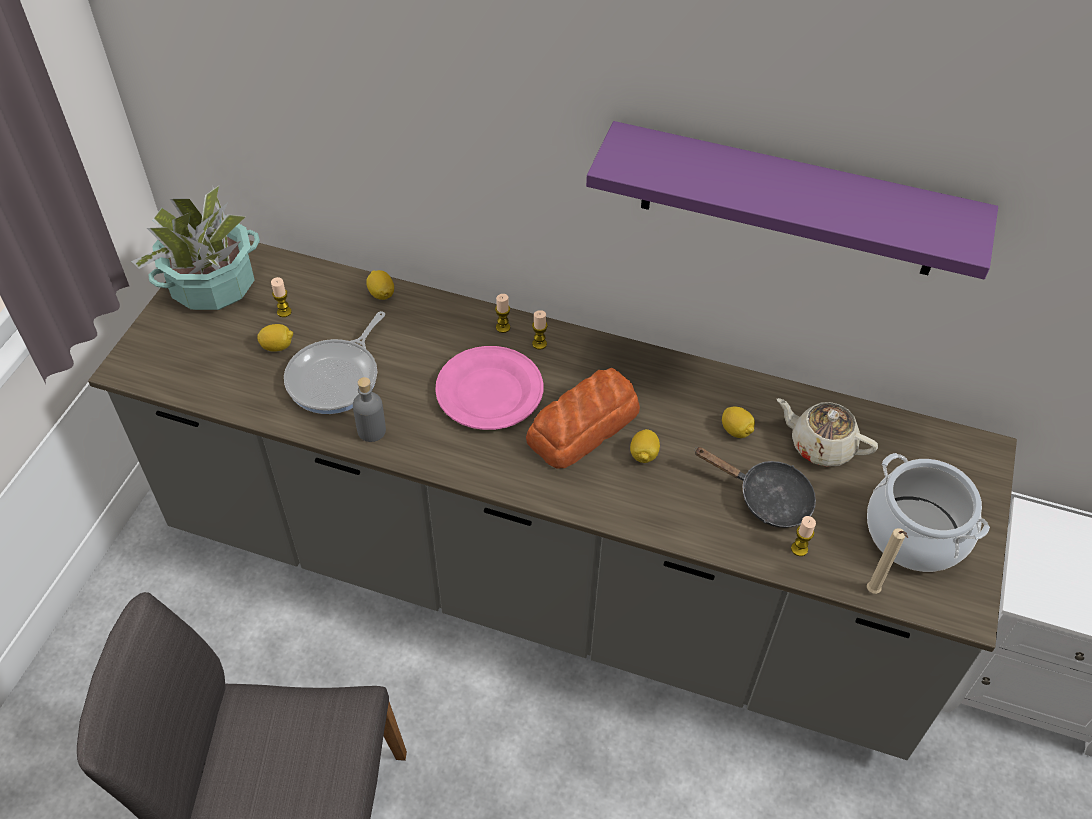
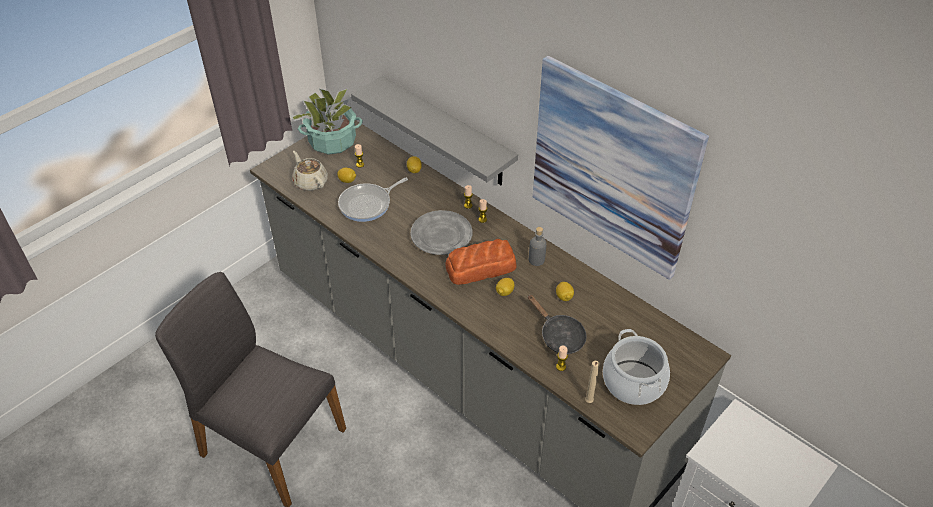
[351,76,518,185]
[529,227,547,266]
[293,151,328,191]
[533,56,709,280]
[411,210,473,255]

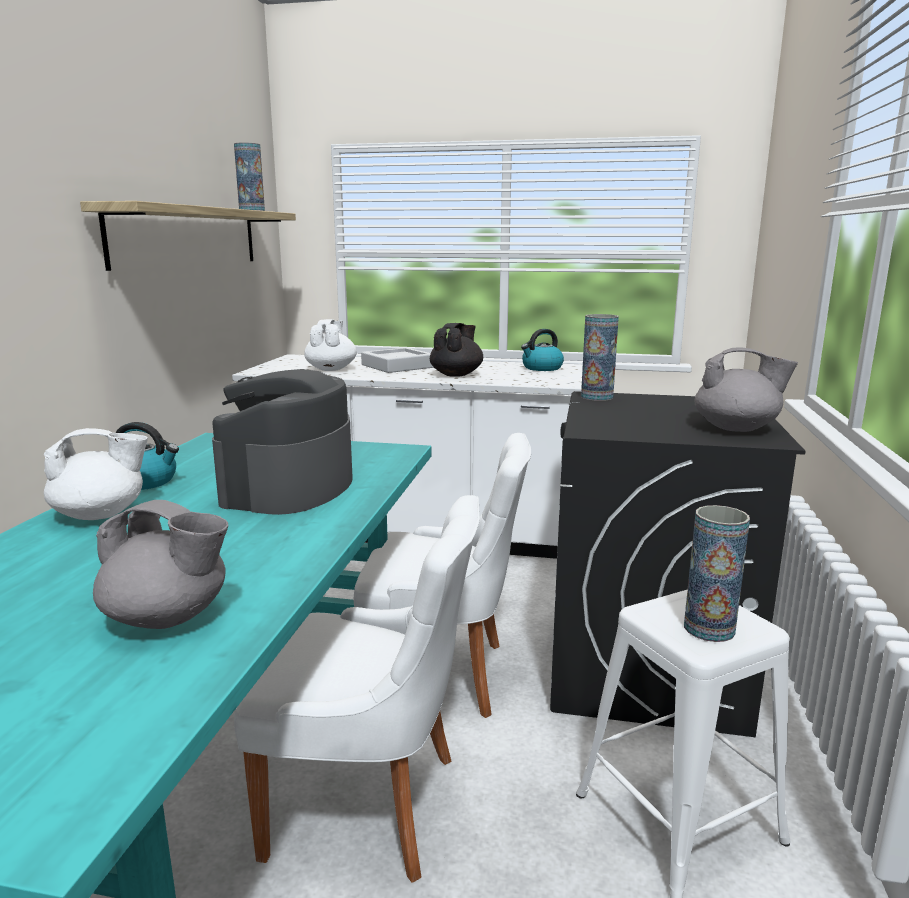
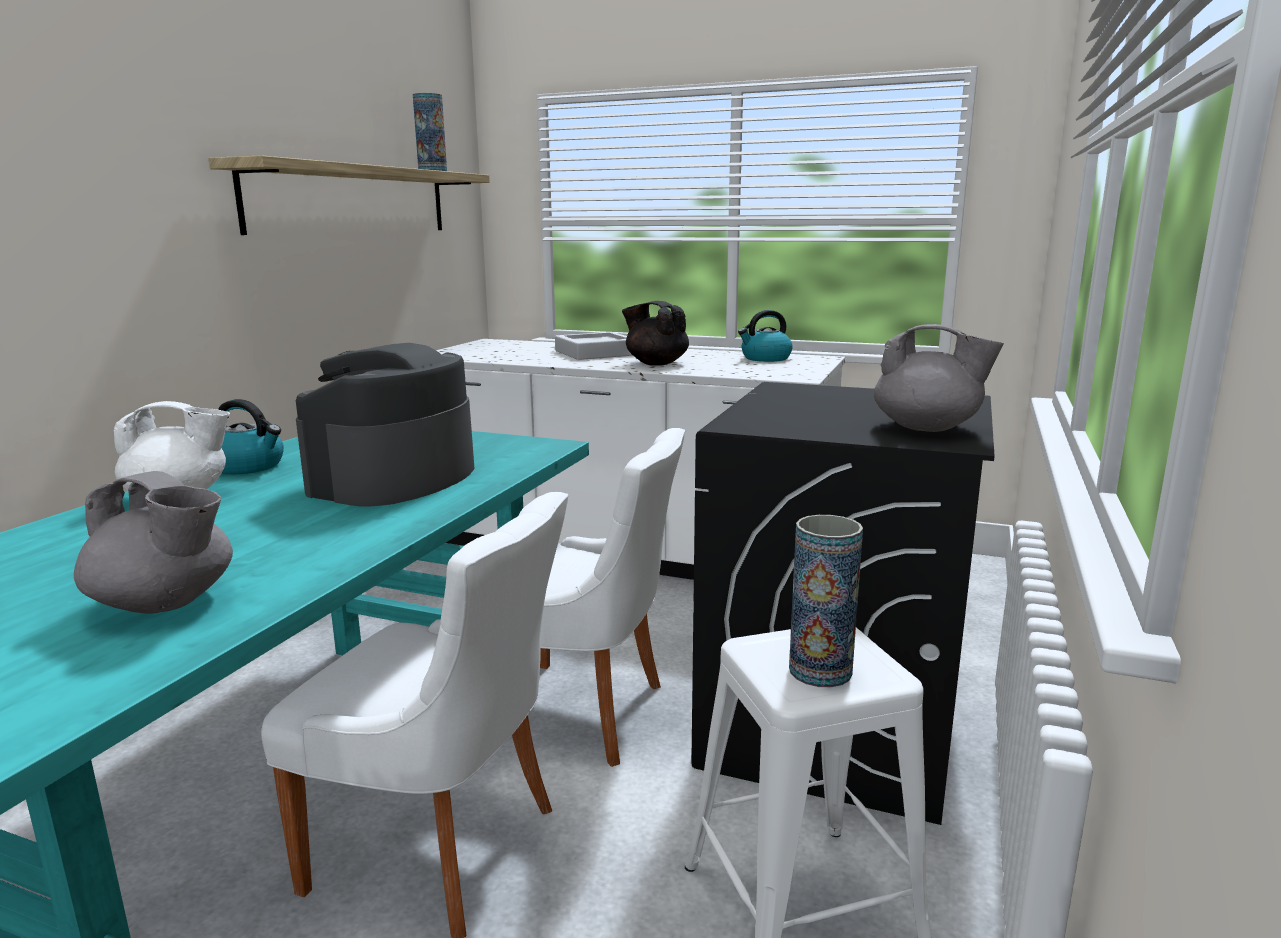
[304,319,357,371] (first image)
[581,314,619,401] (first image)
[622,301,689,366]

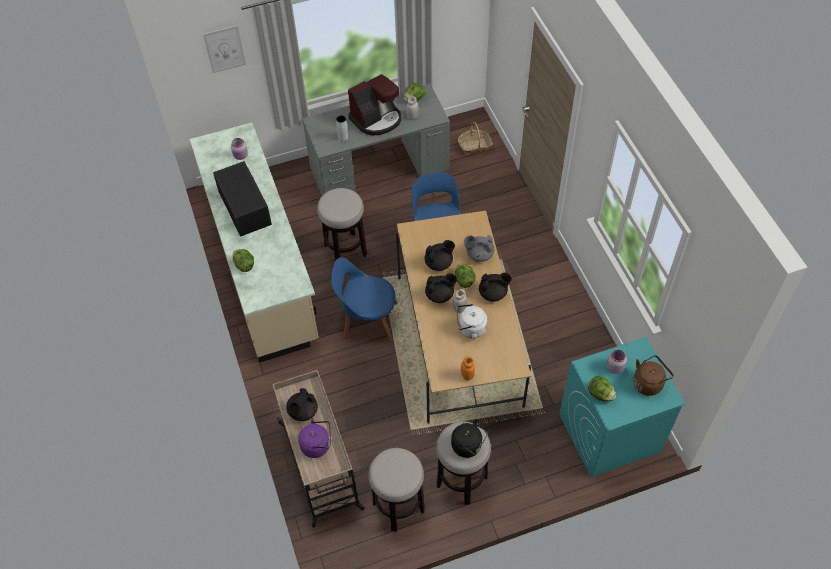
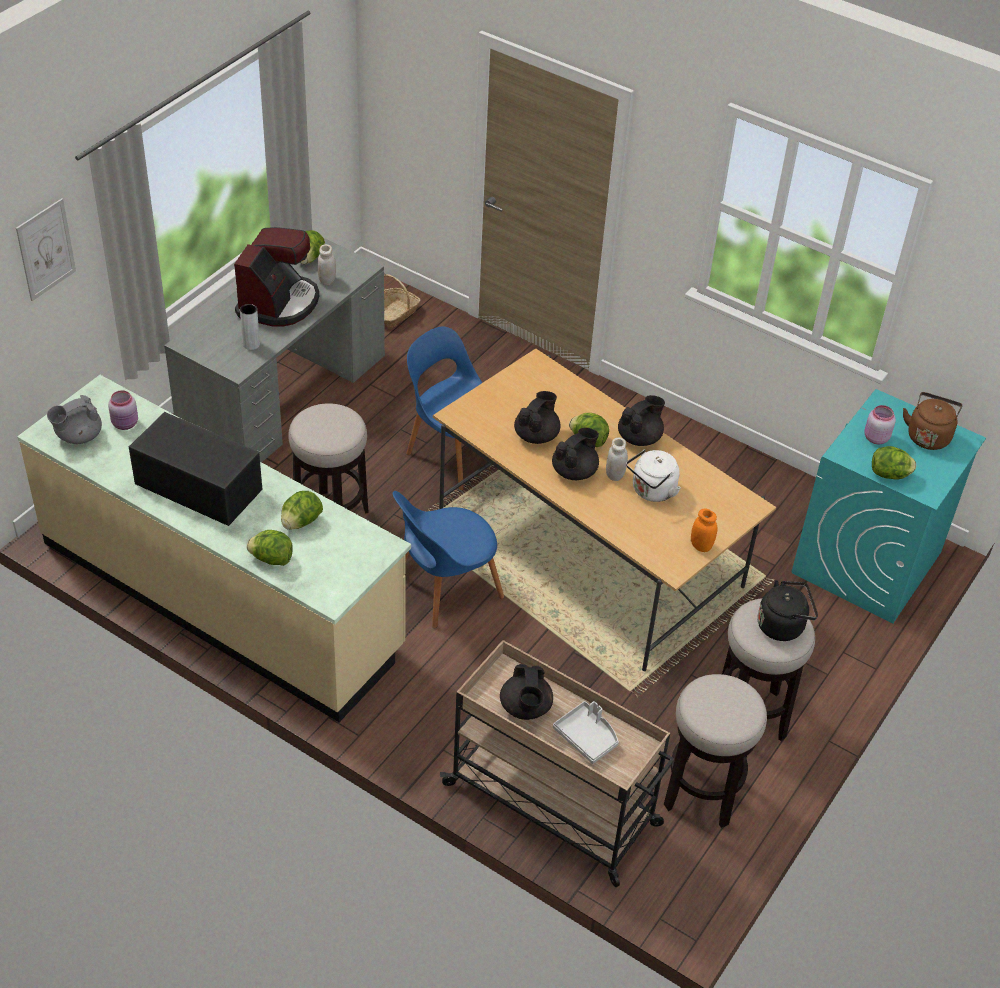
[281,491,323,530]
[47,395,102,444]
[553,701,619,764]

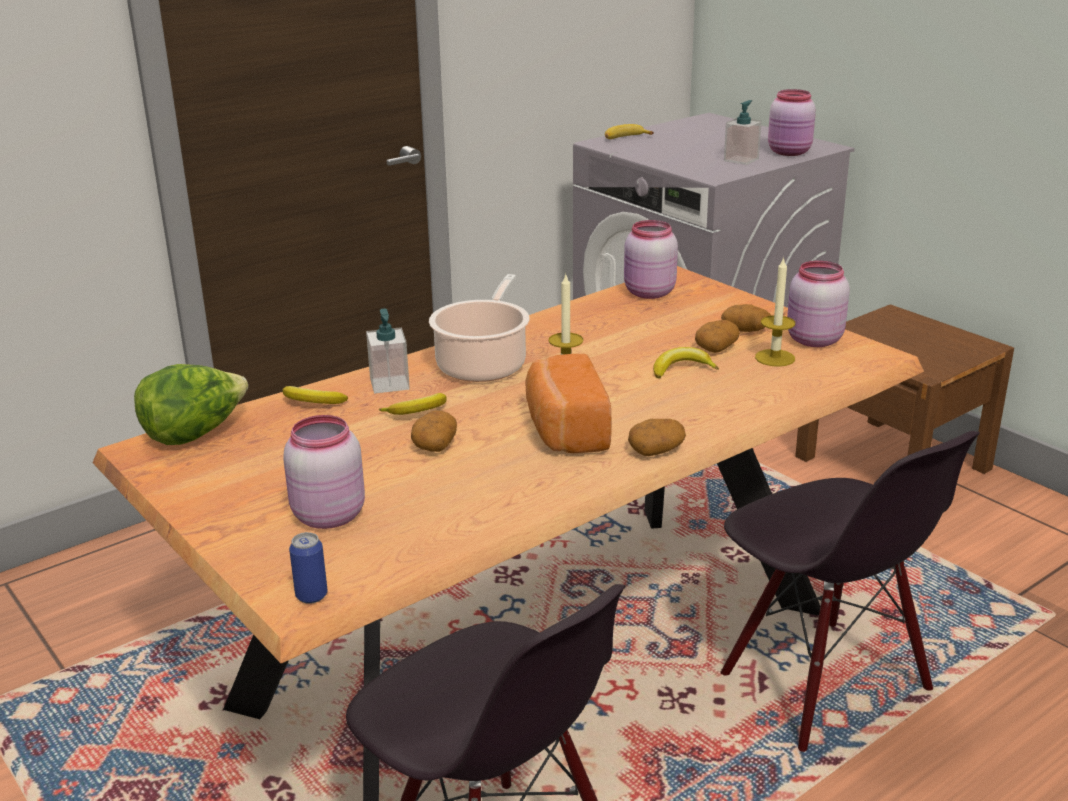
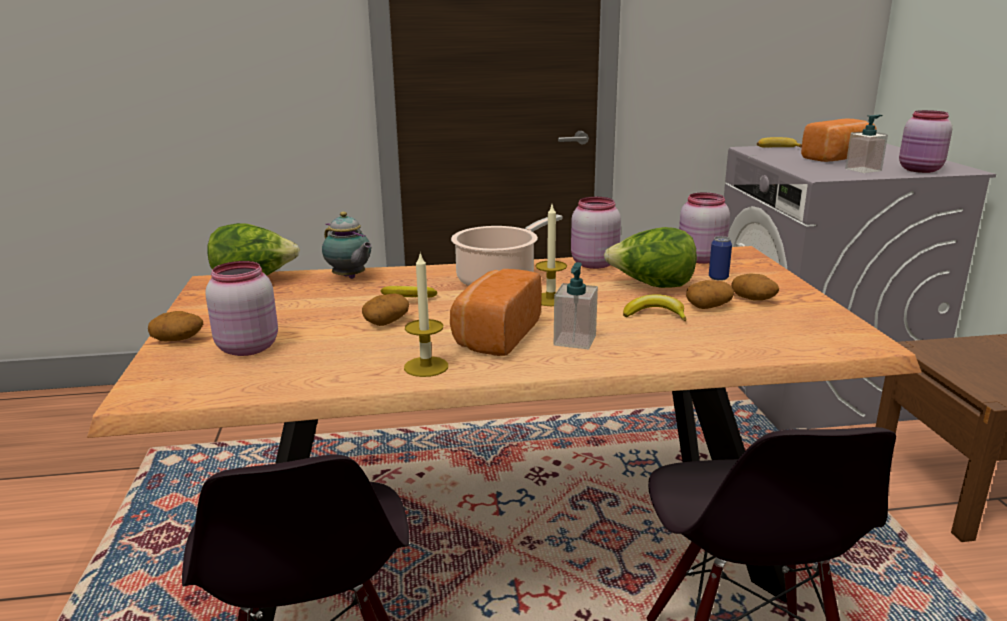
[604,227,697,288]
[801,118,877,162]
[709,236,732,281]
[554,262,598,349]
[148,311,203,341]
[404,252,448,377]
[571,197,621,269]
[322,211,372,279]

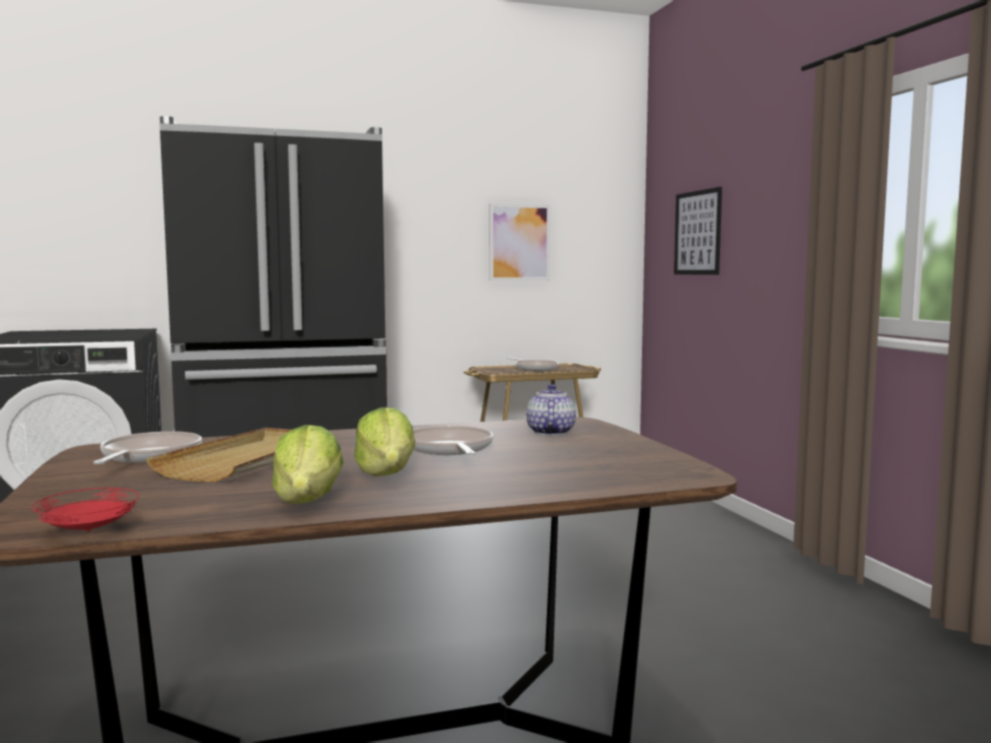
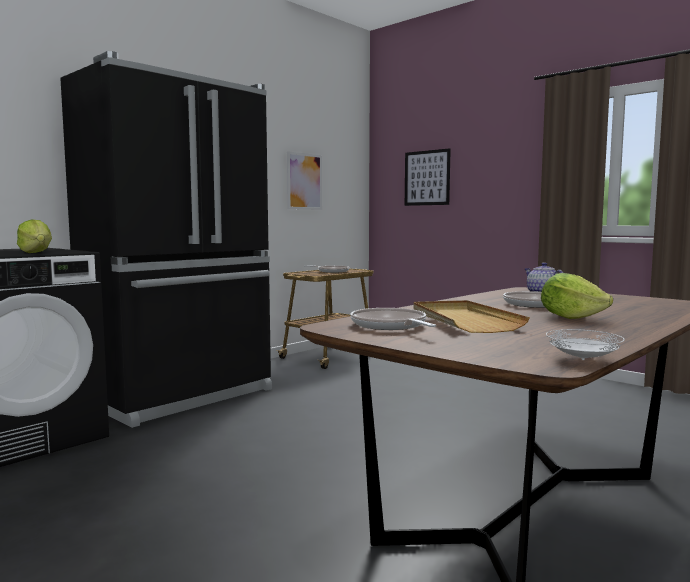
[17,219,52,253]
[546,329,625,360]

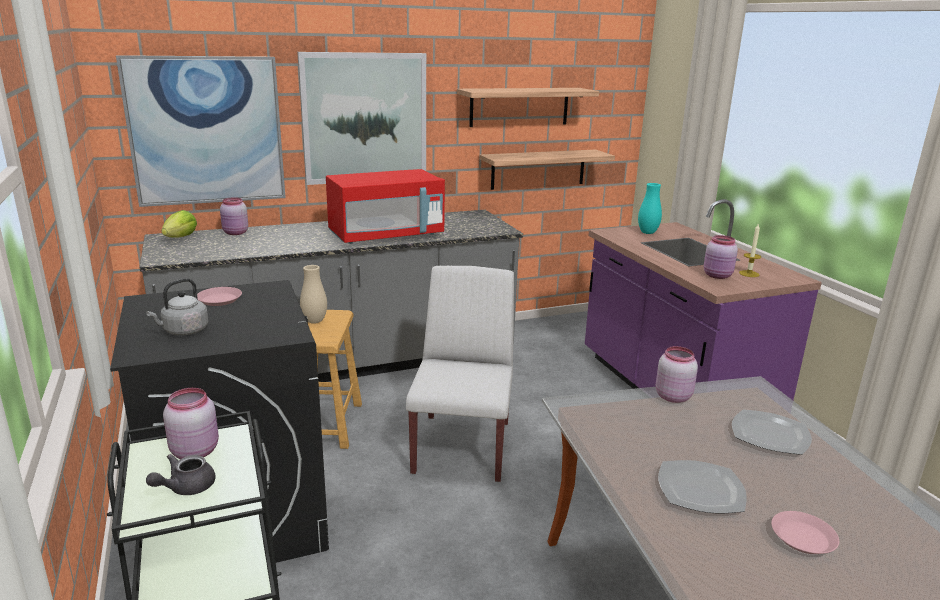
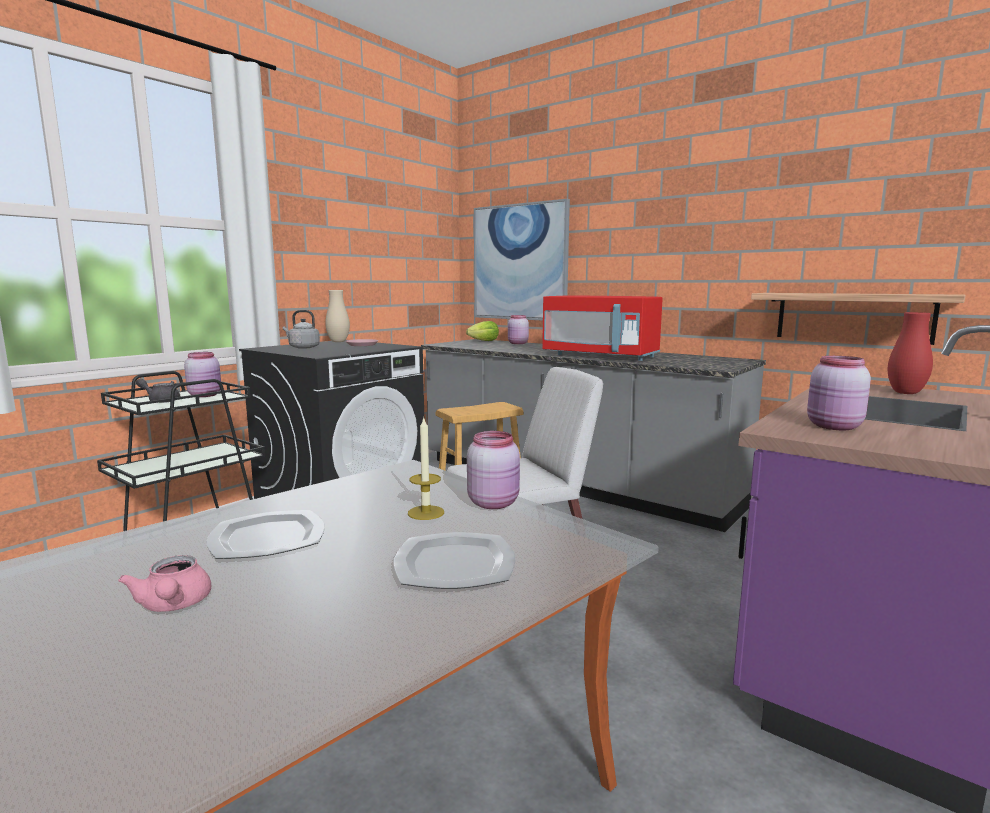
[297,52,426,185] (first image)
[457,88,599,127] (first image)
[325,290,350,342]
[408,416,444,520]
[118,555,211,612]
[888,312,933,394]

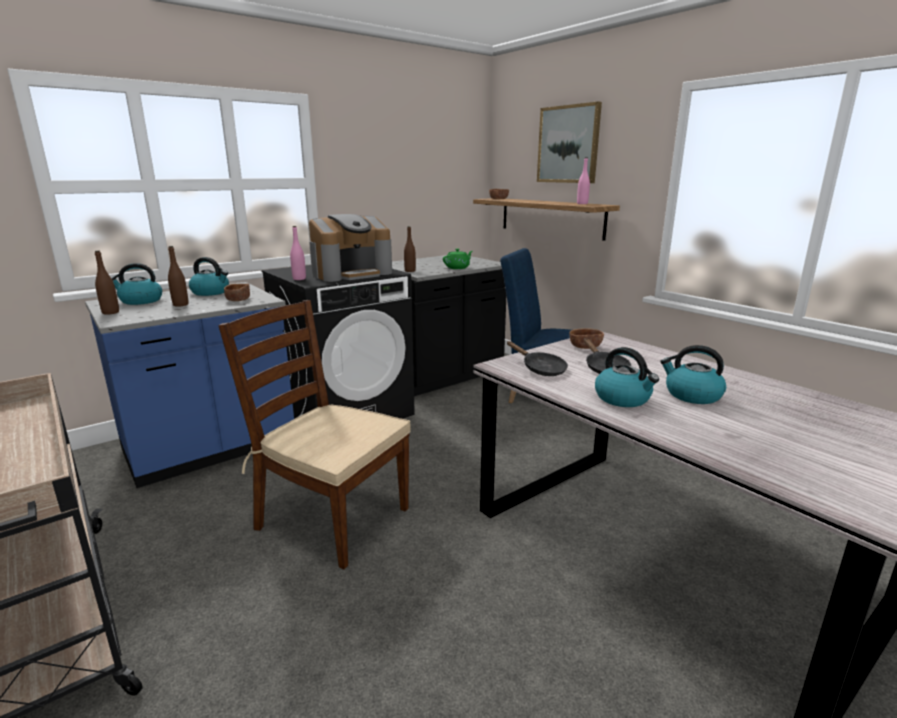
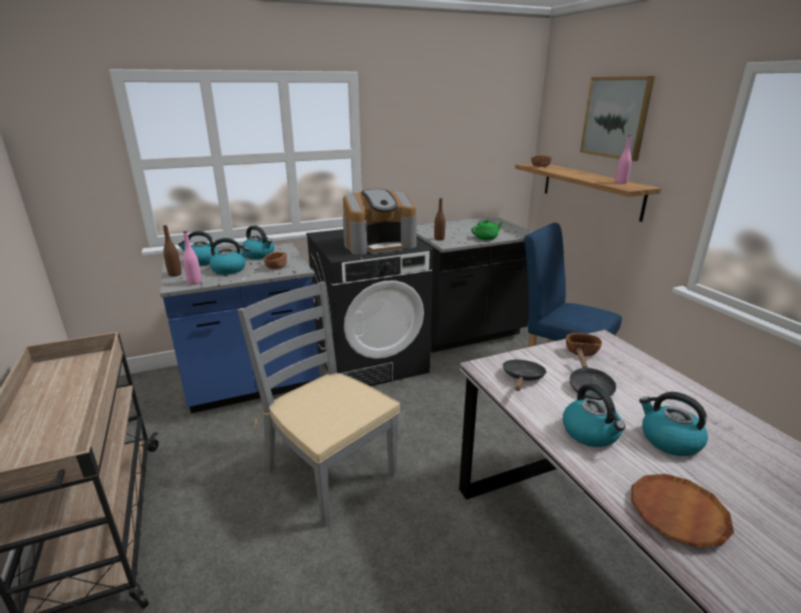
[631,474,734,548]
[183,231,202,285]
[209,238,249,275]
[237,281,400,527]
[503,360,547,391]

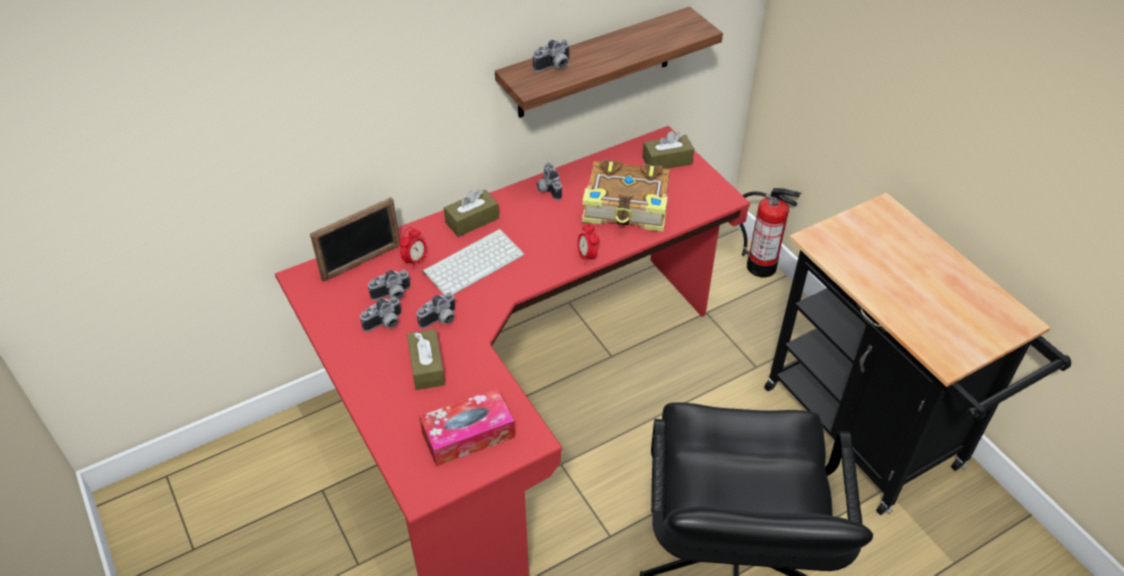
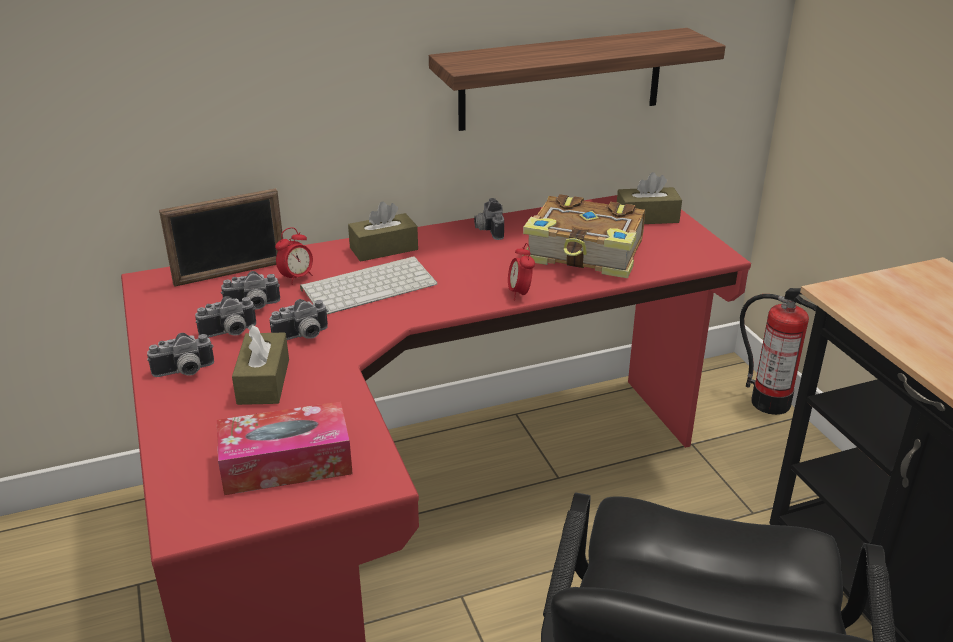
[147,333,214,377]

